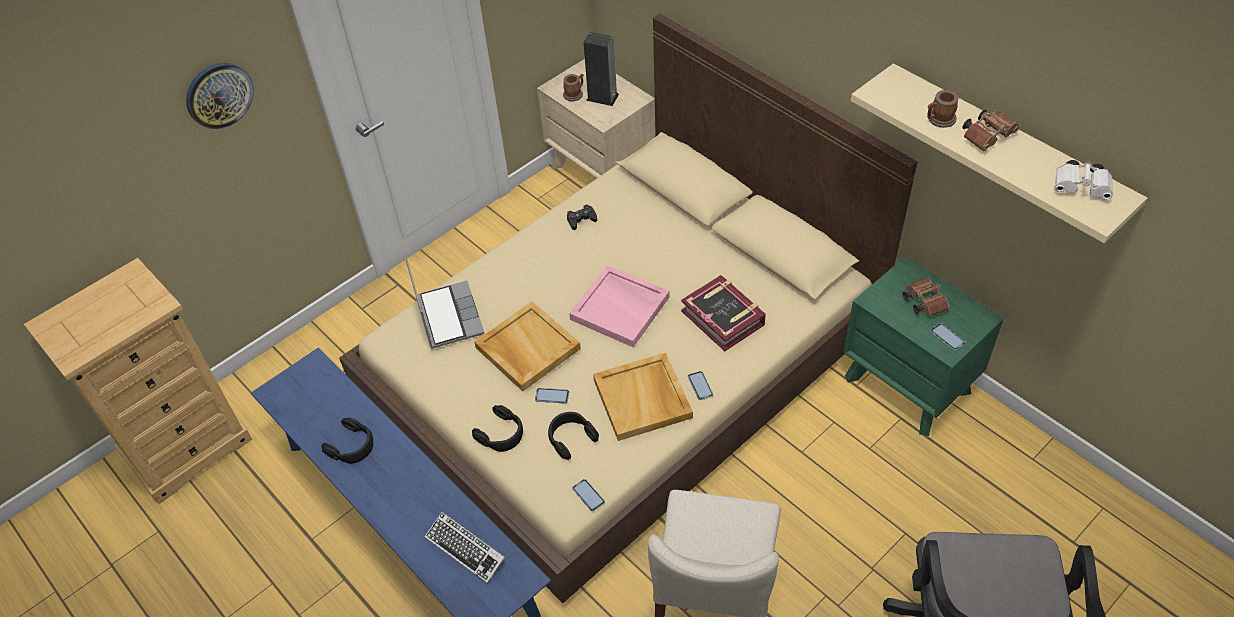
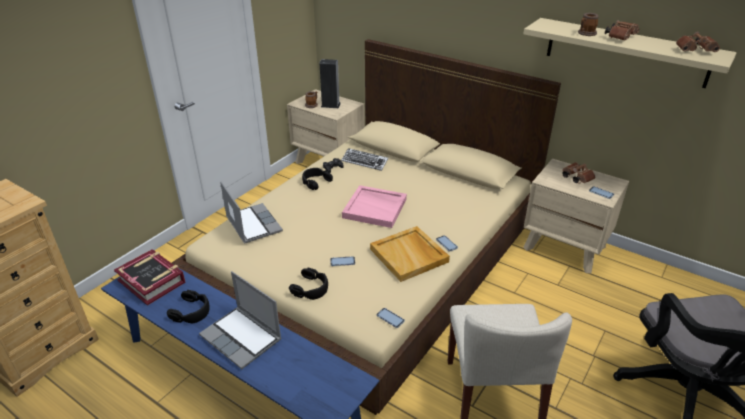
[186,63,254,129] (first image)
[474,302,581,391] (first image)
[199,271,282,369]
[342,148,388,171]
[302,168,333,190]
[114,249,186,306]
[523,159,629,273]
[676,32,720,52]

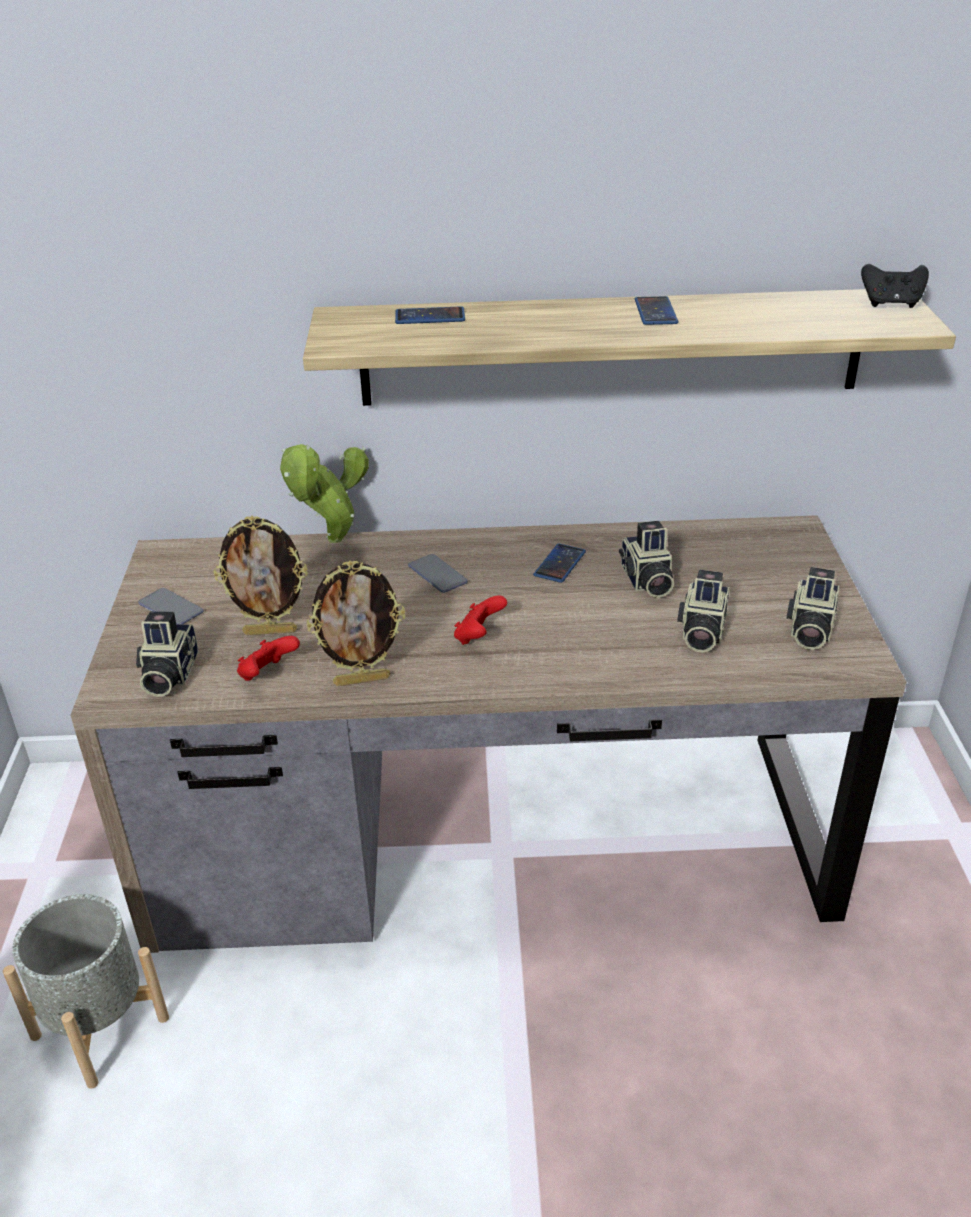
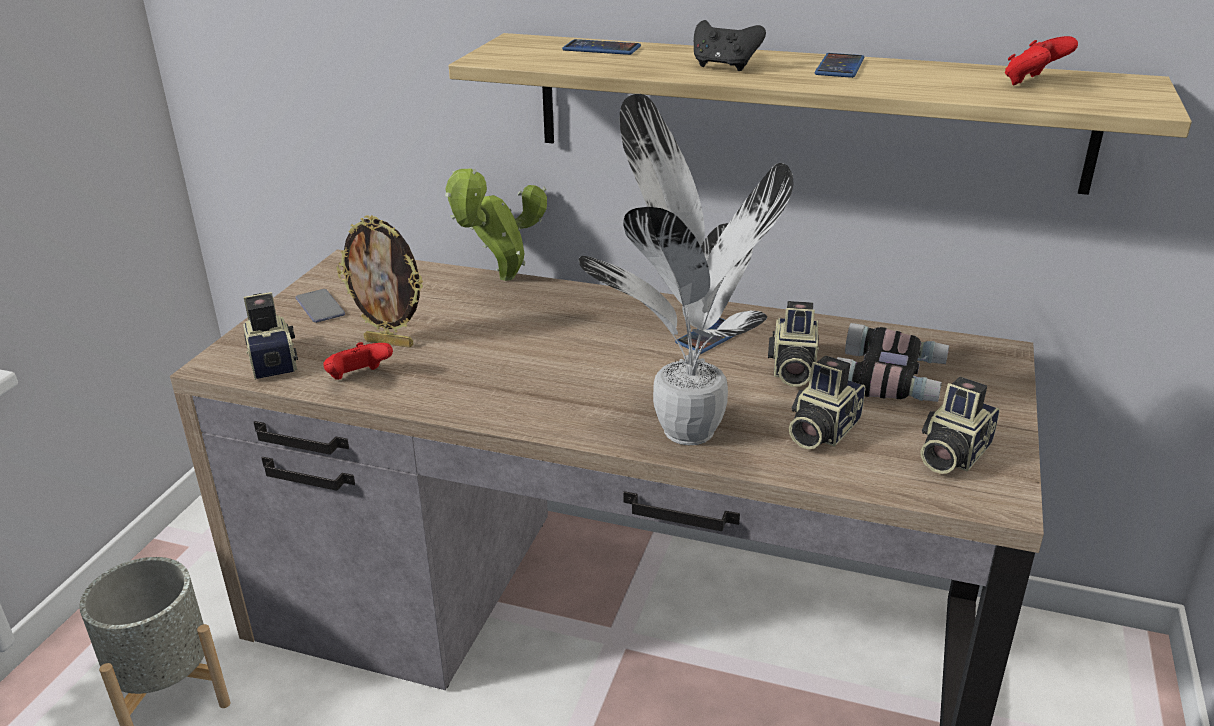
[307,560,405,686] (first image)
[408,554,468,593] (first image)
[579,94,793,445]
[837,323,949,402]
[1005,36,1078,85]
[694,20,766,71]
[243,292,298,380]

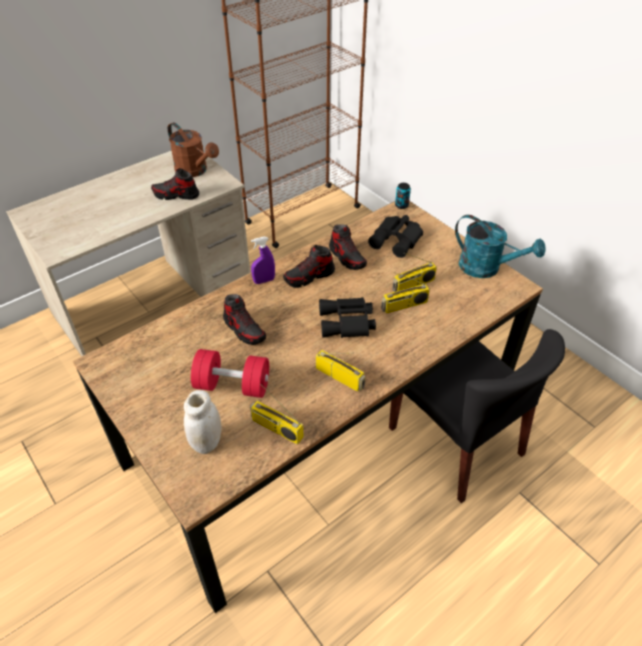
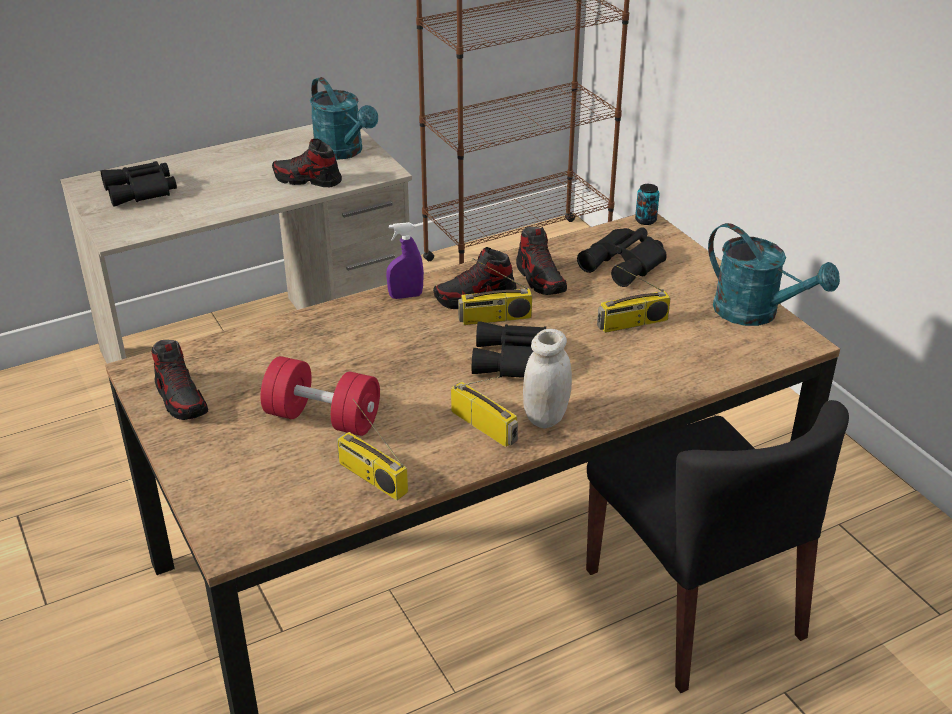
[101,161,177,207]
[523,329,572,429]
[151,340,208,420]
[458,258,532,325]
[310,77,378,160]

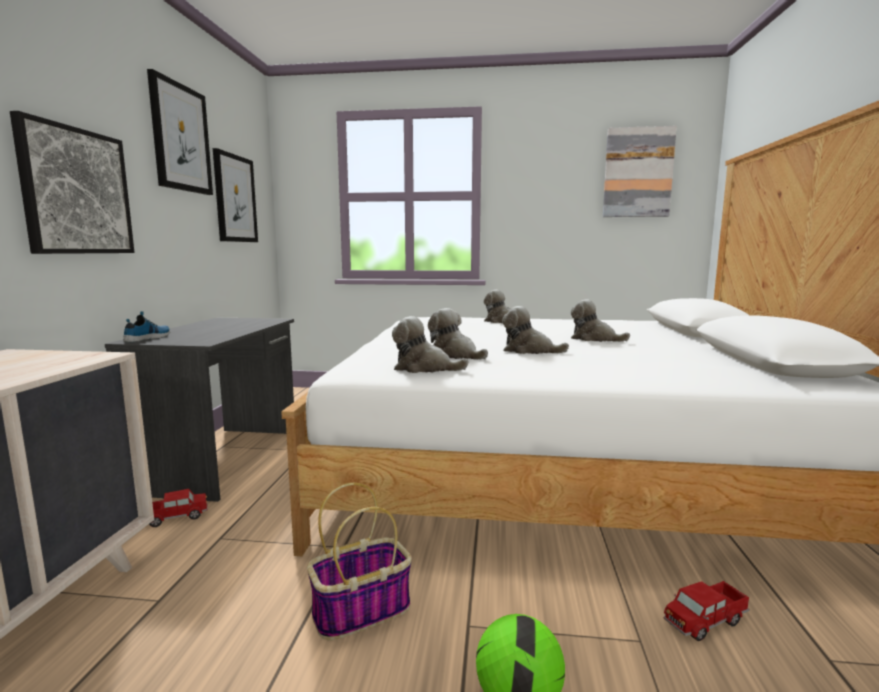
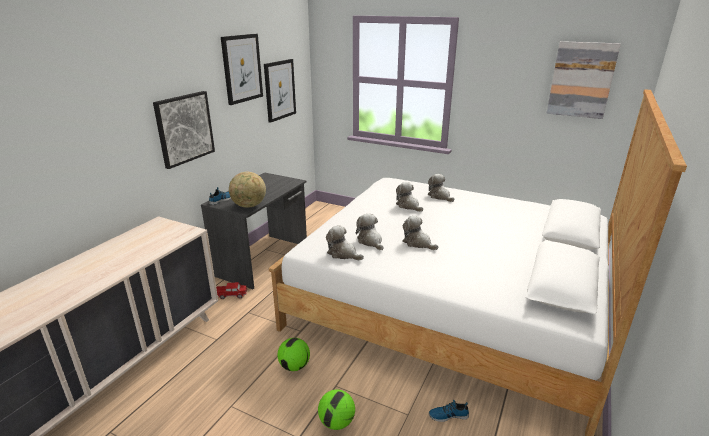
[229,172,266,208]
[396,182,423,212]
[277,338,310,371]
[429,400,469,422]

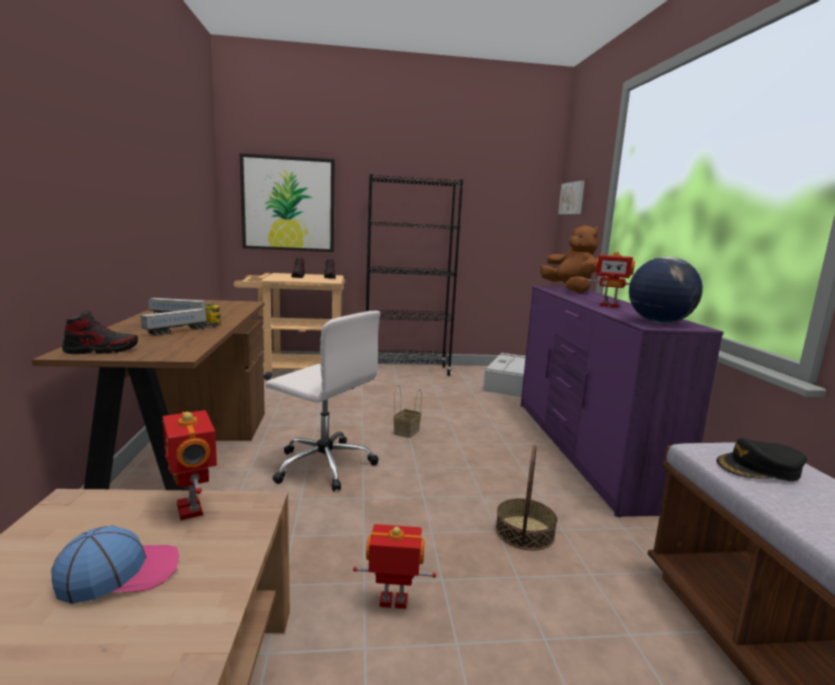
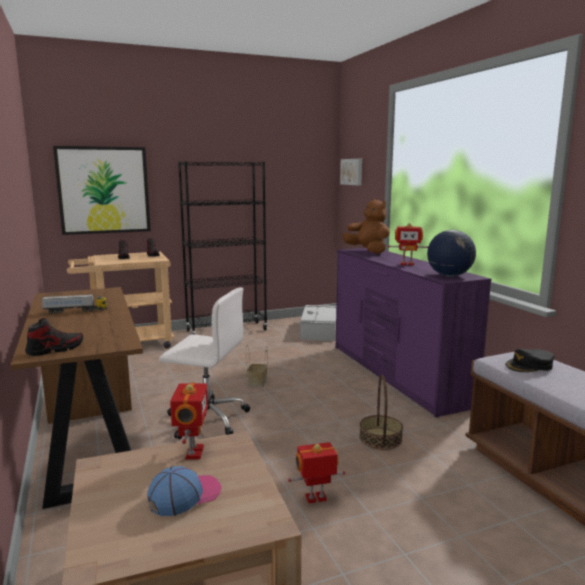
[140,308,221,336] (first image)
[170,383,208,459]

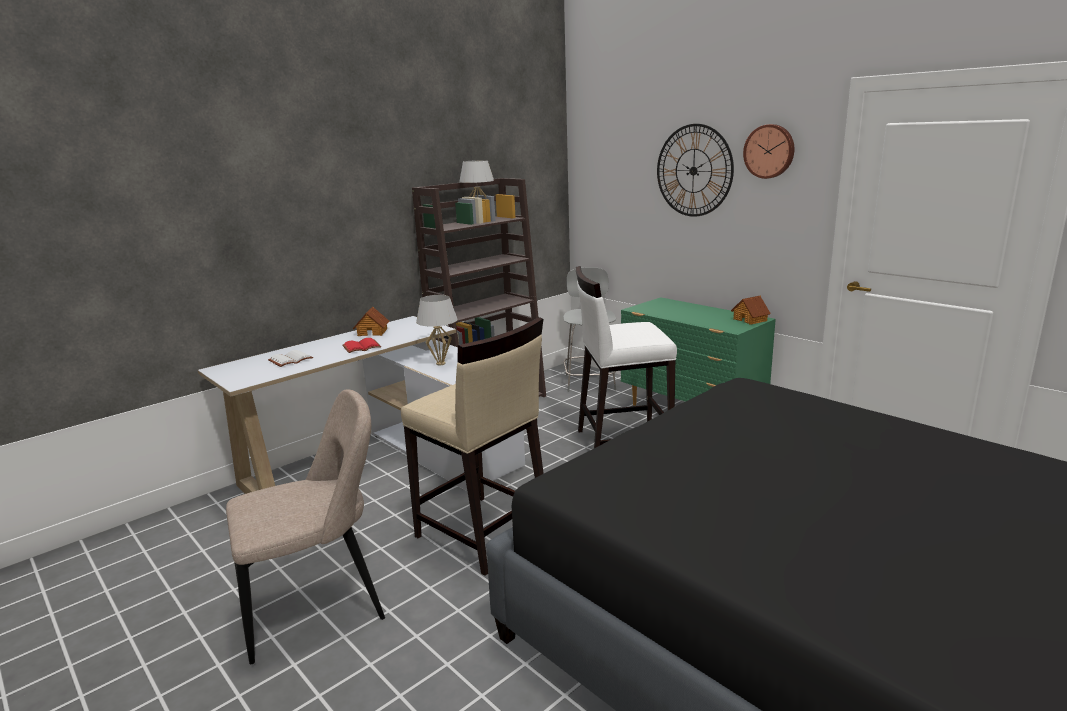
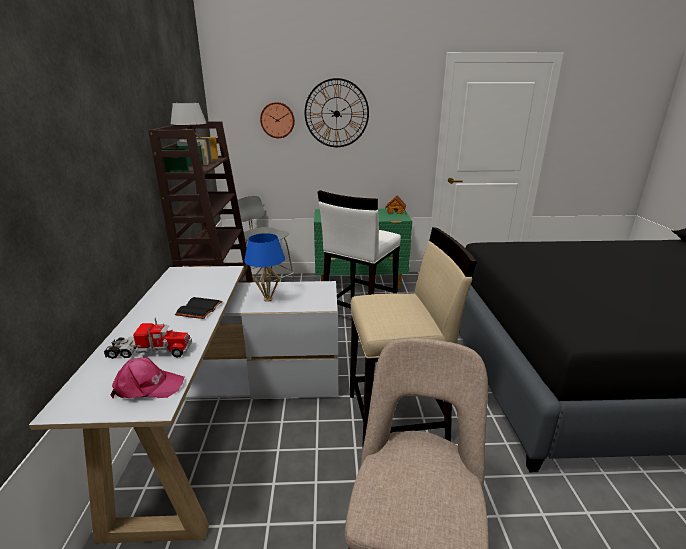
[353,307,389,336] (first image)
[111,357,184,399]
[260,102,295,138]
[104,318,192,359]
[175,297,223,319]
[244,233,285,302]

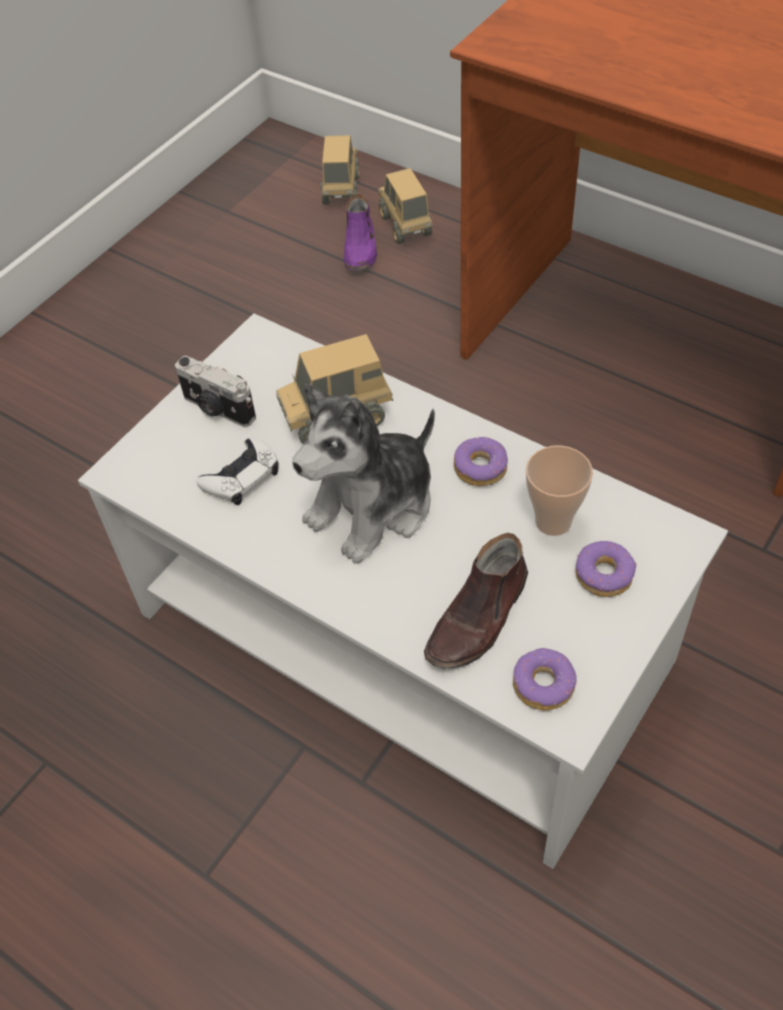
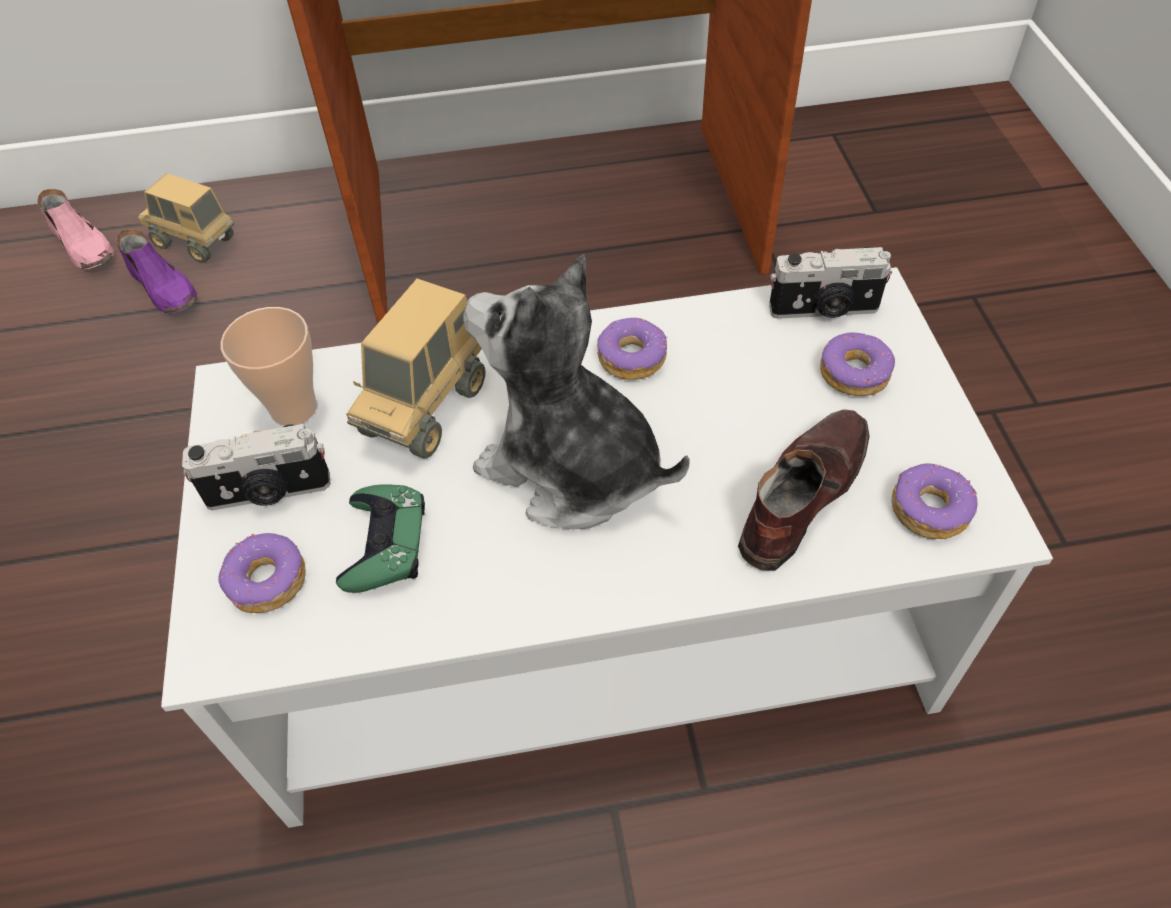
[218,533,306,613]
[769,247,892,319]
[221,307,317,426]
[37,189,114,269]
[336,484,425,593]
[464,254,690,529]
[738,409,870,571]

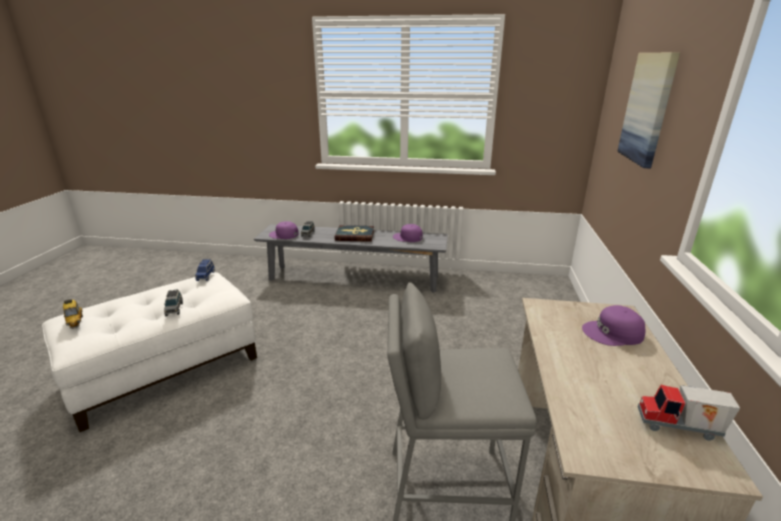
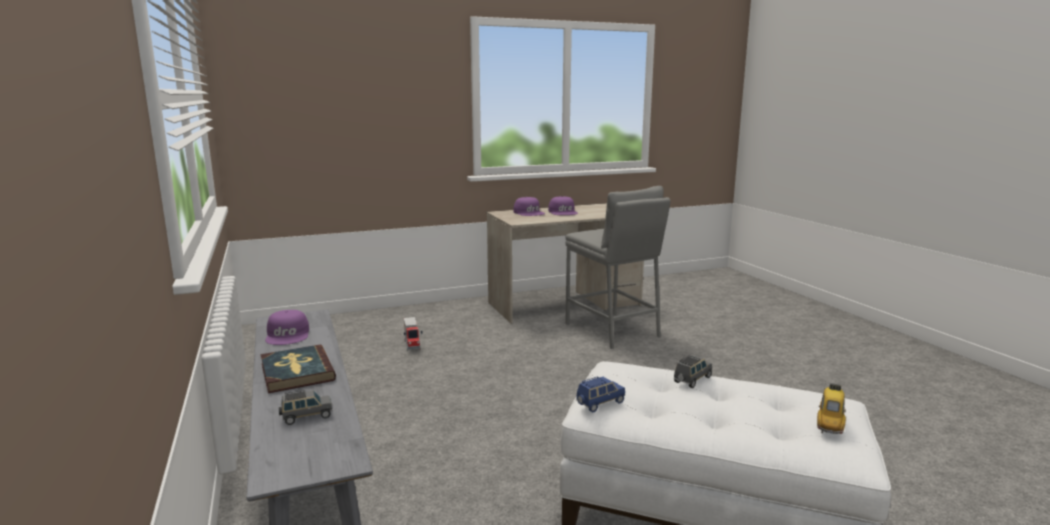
[617,53,680,168] (first image)
[548,196,578,215]
[404,317,423,351]

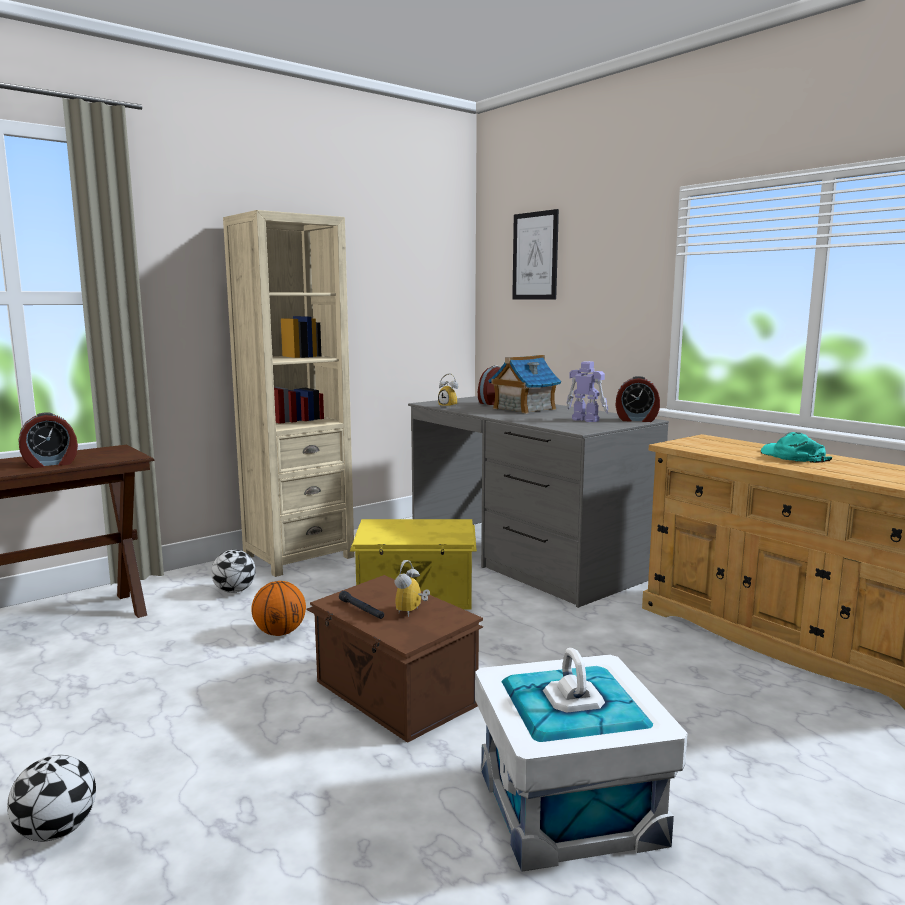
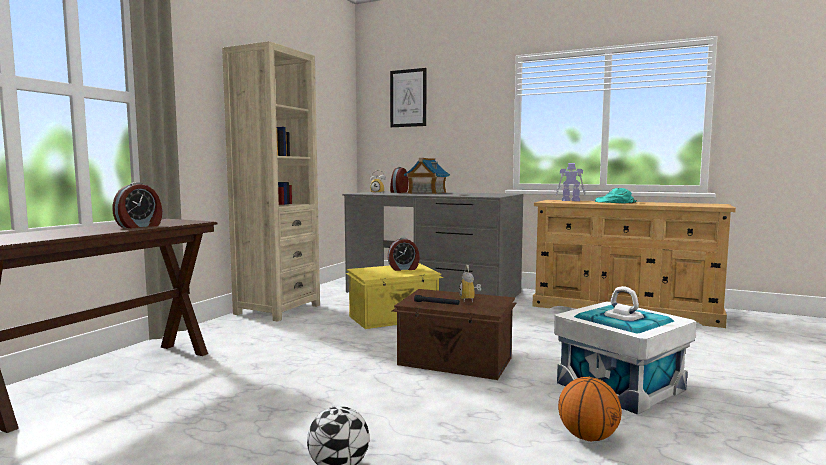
[211,550,256,593] (first image)
[558,377,622,441]
[556,163,586,201]
[388,238,420,271]

